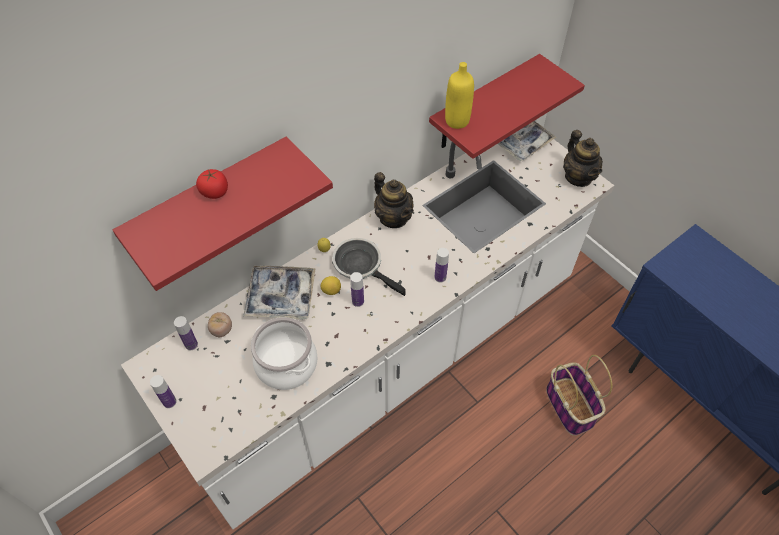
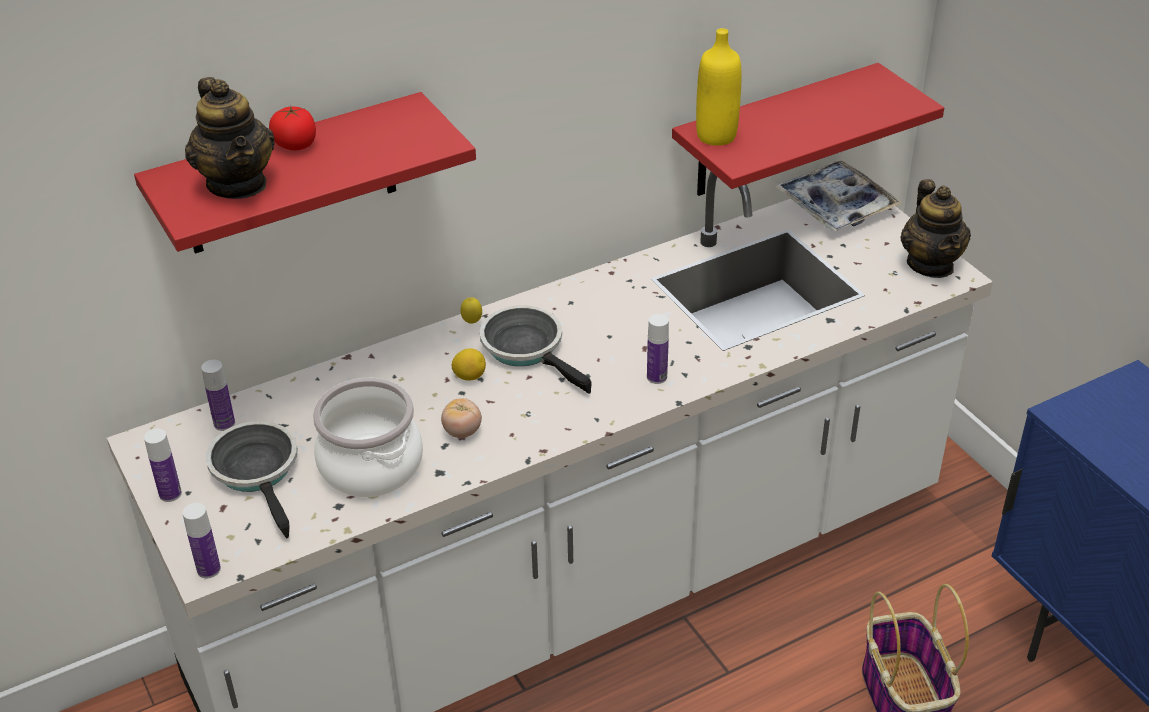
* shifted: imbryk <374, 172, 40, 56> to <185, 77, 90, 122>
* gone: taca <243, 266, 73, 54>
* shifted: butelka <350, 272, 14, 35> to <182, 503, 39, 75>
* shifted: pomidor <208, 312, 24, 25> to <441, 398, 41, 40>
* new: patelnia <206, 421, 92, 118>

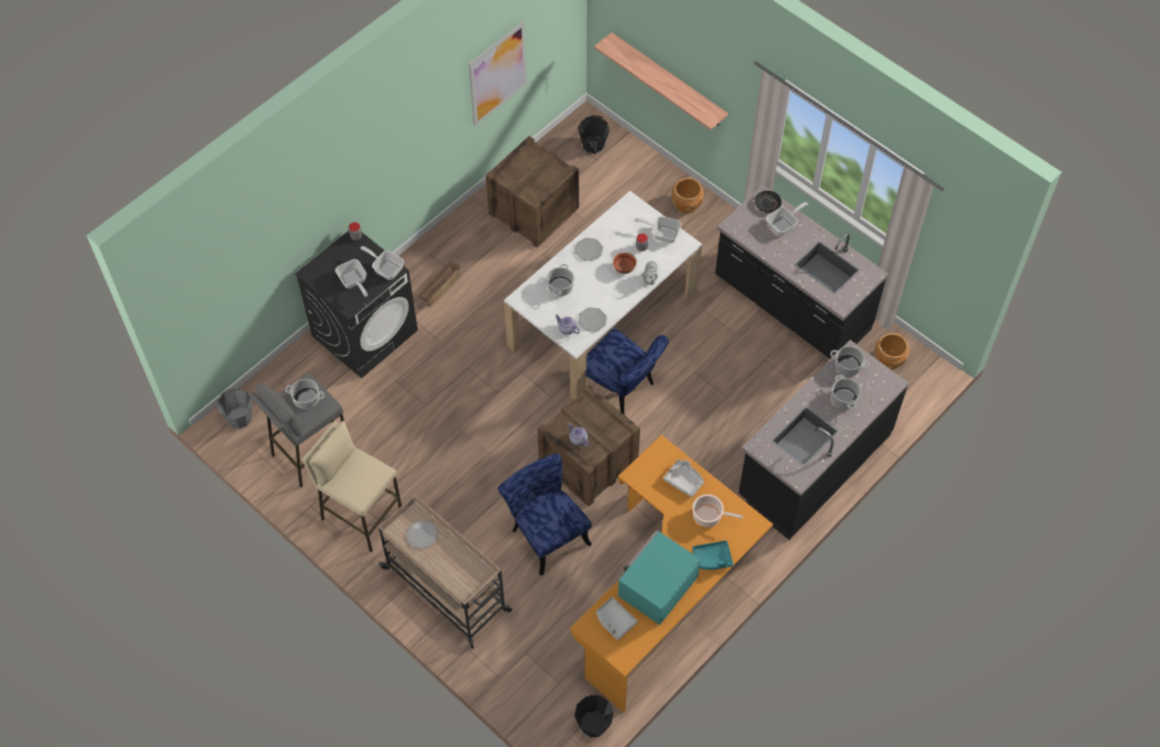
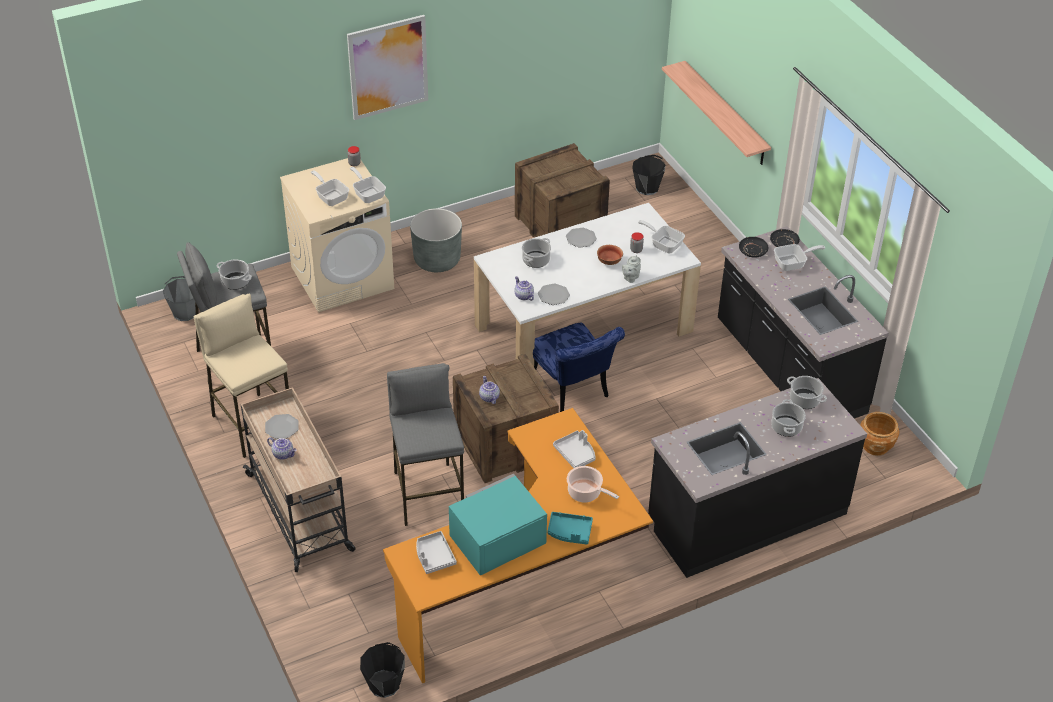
* shifted: obraz <468, 21, 59, 105> to <347, 15, 81, 105>
* gone: donica/brązowy <672, 178, 32, 35>
* repainted: pralka/czarny <295, 231, 123, 147> to pralka/beżowy <280, 158, 114, 155>
* rotated: patelnia <335, 259, 33, 38> = <311, 171, 38, 35> 150 degrees clockwise
* swapped: skrzynka <419, 260, 42, 47> to donica/szary <410, 208, 52, 64>
* swapped: krzesło/niebieski <498, 453, 94, 122> to stołek/szary <387, 363, 77, 163>
* new: talerz/czarny <739, 237, 29, 21>
* new: imbryk <267, 437, 30, 23>

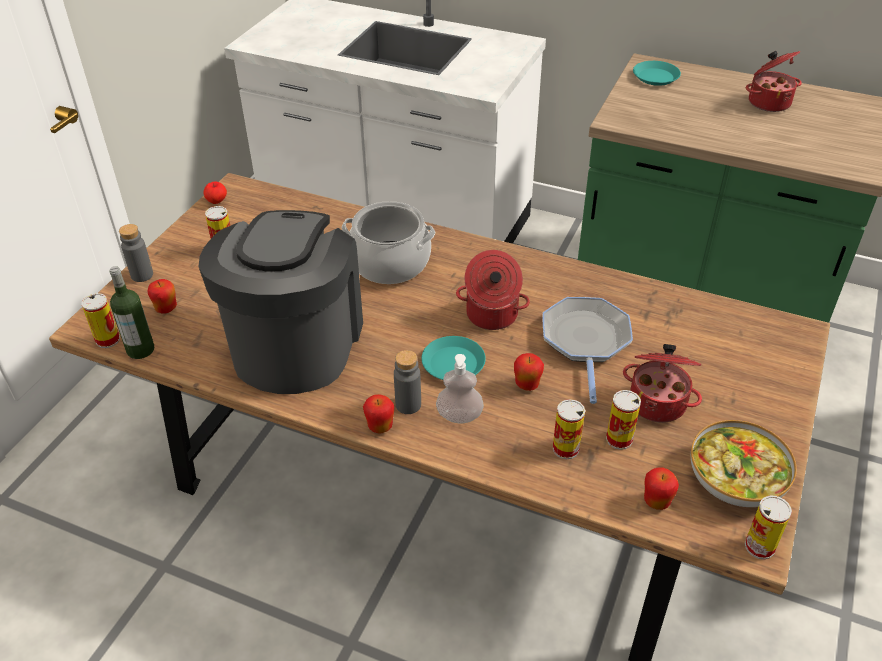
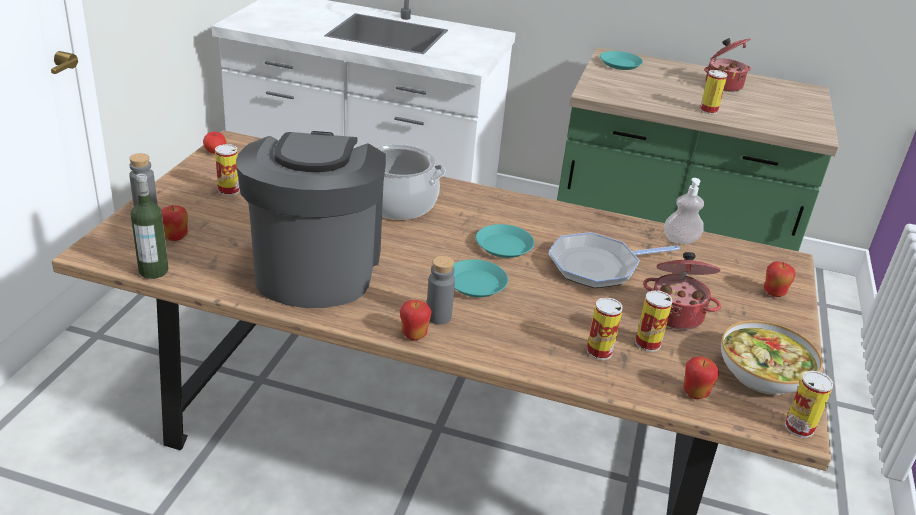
* swapped: garnek <456, 250, 74, 80> to talerz/turkusowy <476, 224, 58, 34>
* shifted: puszka <81, 293, 39, 55> to <700, 70, 28, 44>
* rotated: patelnia <543, 297, 90, 107> = <549, 232, 131, 56> 105 degrees counterclockwise
* shifted: jabłko <514, 353, 30, 38> to <764, 262, 31, 35>
* shifted: dozownik mydła <436, 354, 48, 69> to <664, 178, 40, 66>

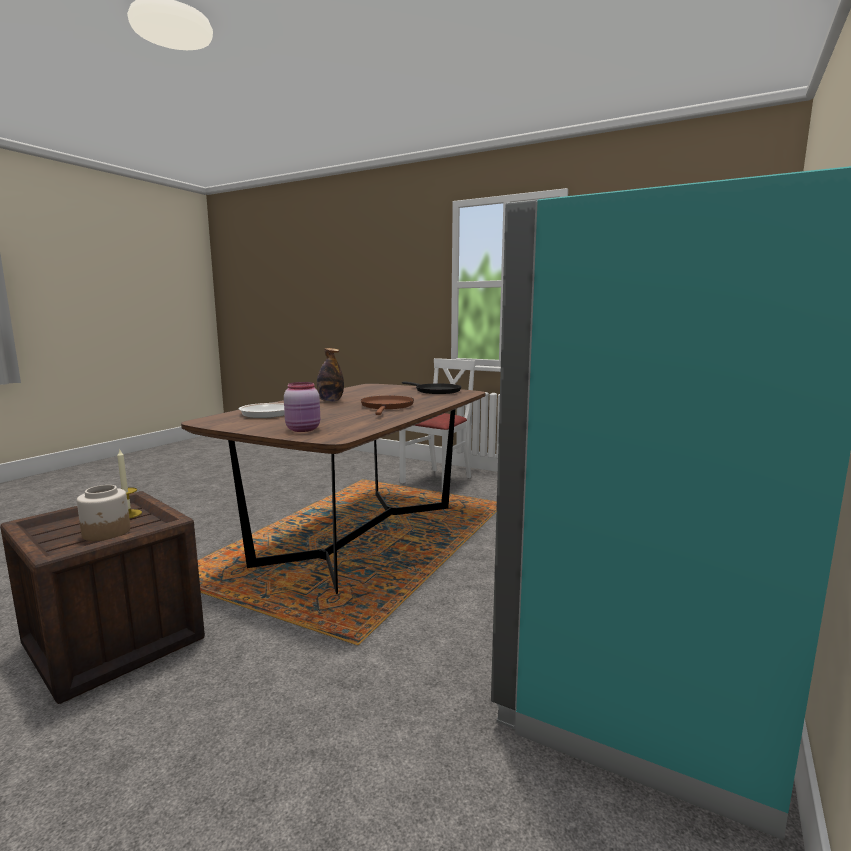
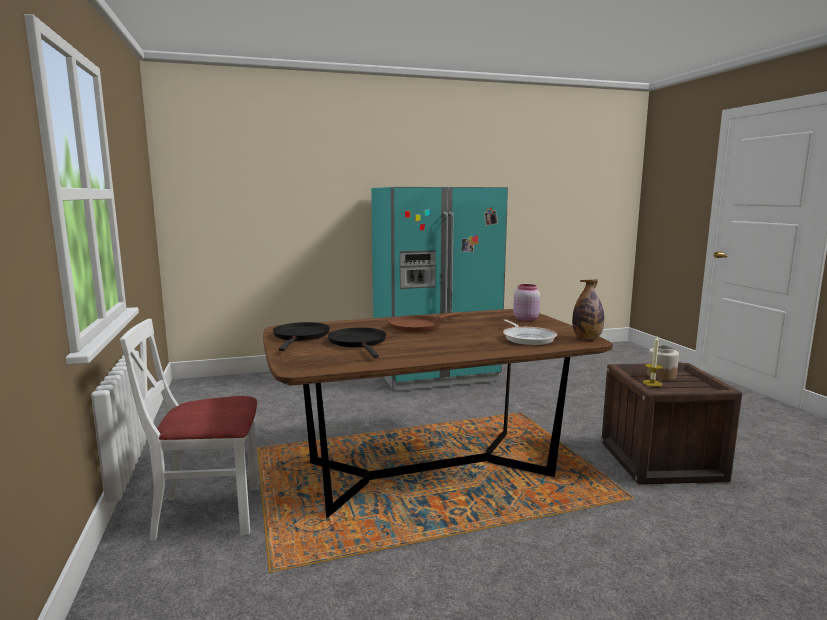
* shifted: butelka <317, 348, 27, 54> to <572, 279, 32, 60>
* new: patelnia/czarny <328, 327, 58, 31>

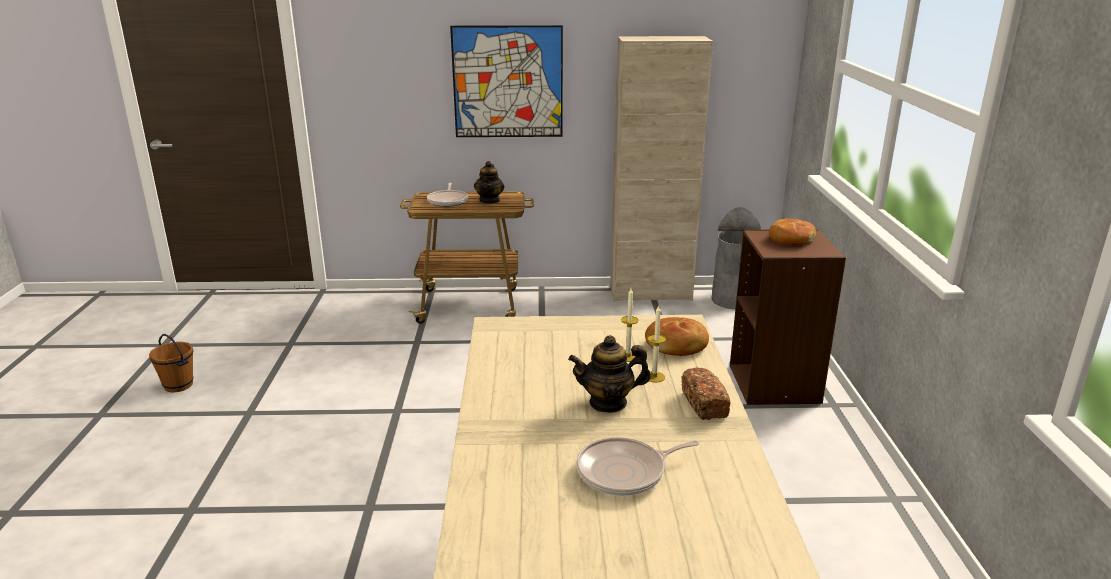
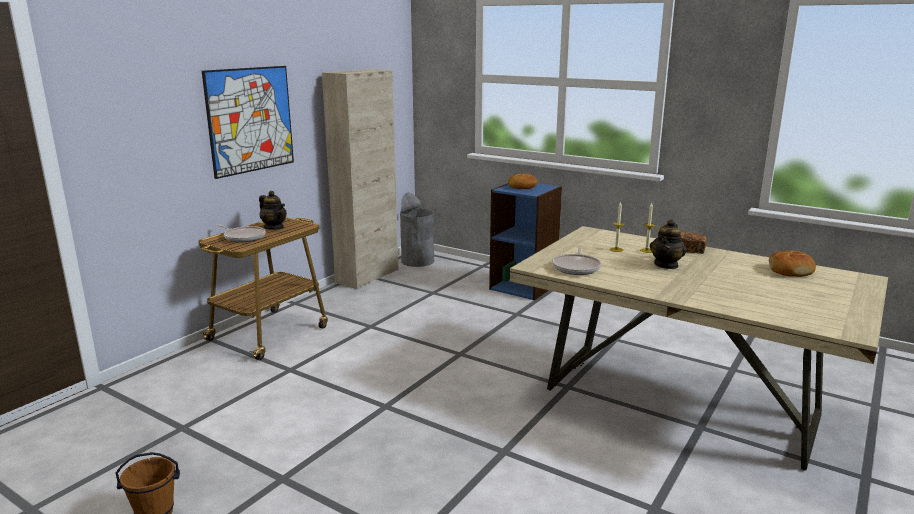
* repainted: regał/brązowy <730, 229, 116, 176> to regał/niebieski <489, 183, 73, 117>
* shifted: chleb <645, 317, 64, 39> to <769, 250, 47, 27>
* shifted: patelnia <576, 437, 123, 59> to <552, 245, 49, 30>

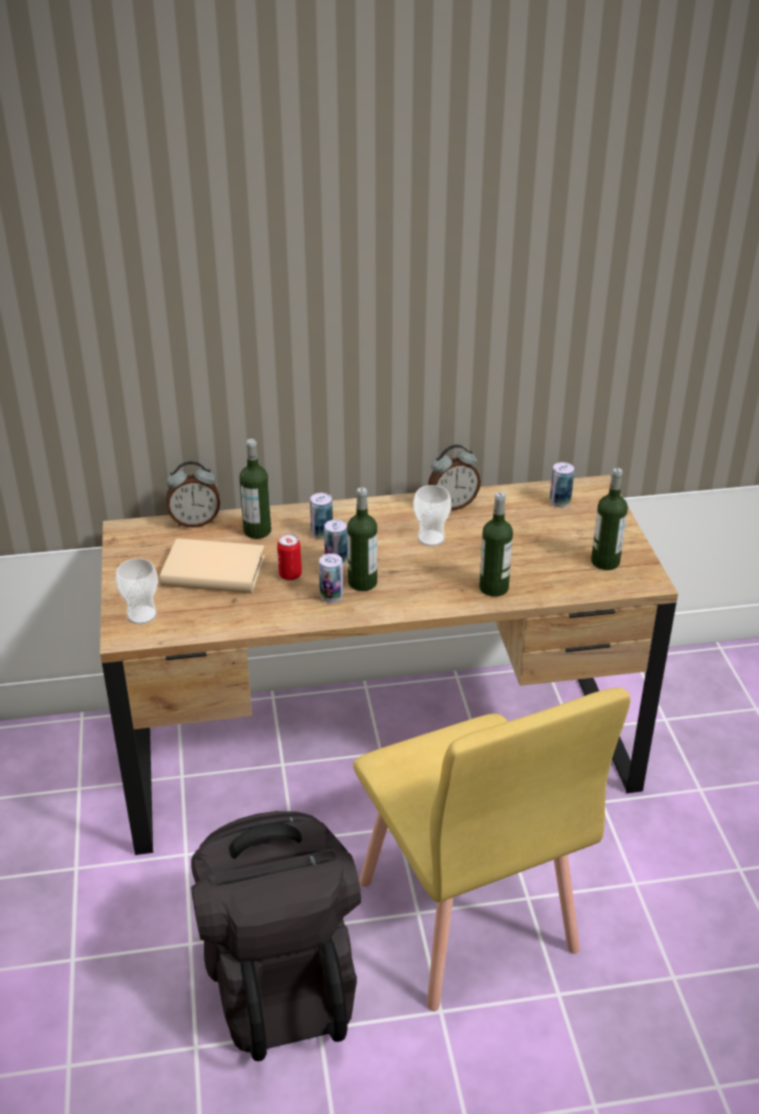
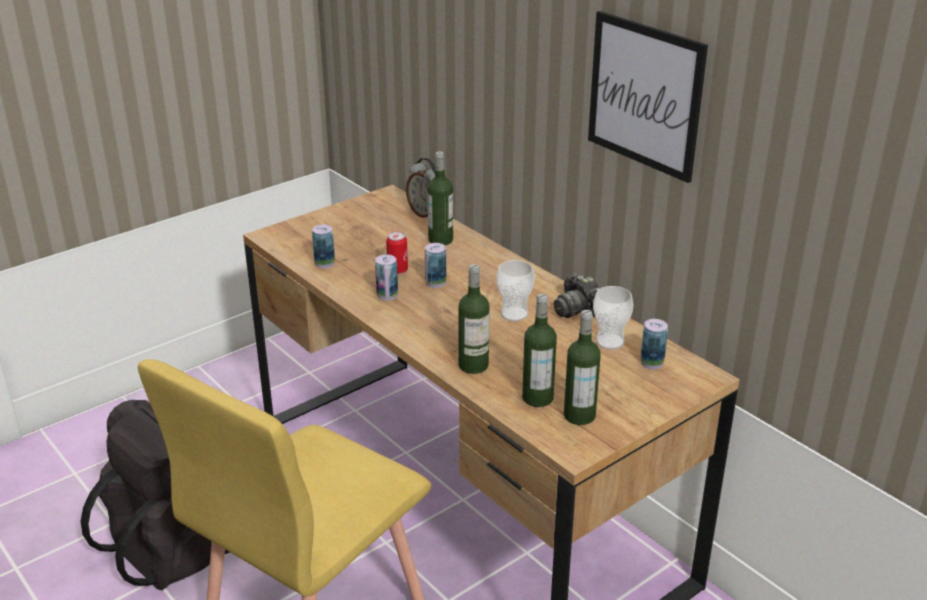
* swapped: budzik <428, 445, 53, 65> to aparat fotograficzny <554, 273, 46, 45>
* shifted: butelka <347, 487, 30, 104> to <522, 294, 35, 113>
* shifted: puszka <310, 493, 23, 47> to <312, 224, 23, 44>
* gone: książka/beżowy <160, 538, 105, 55>
* shifted: filiżanka <115, 559, 43, 65> to <593, 286, 41, 64>
* new: obraz <588, 11, 120, 172>

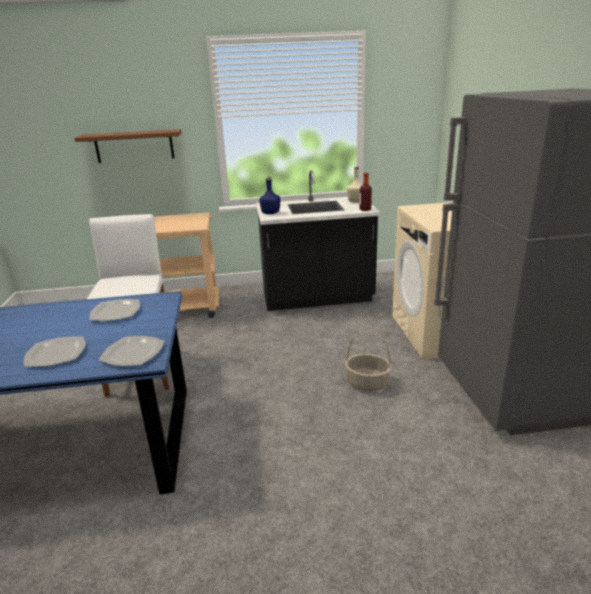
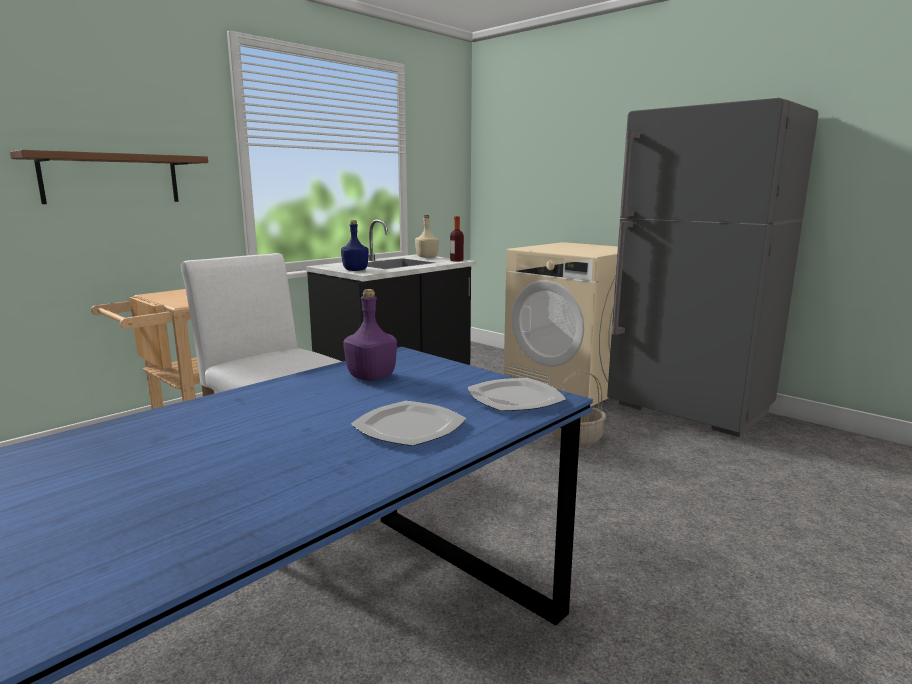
* swapped: talerz <90, 299, 50, 22> to butelka/fioletowy <343, 289, 54, 92>

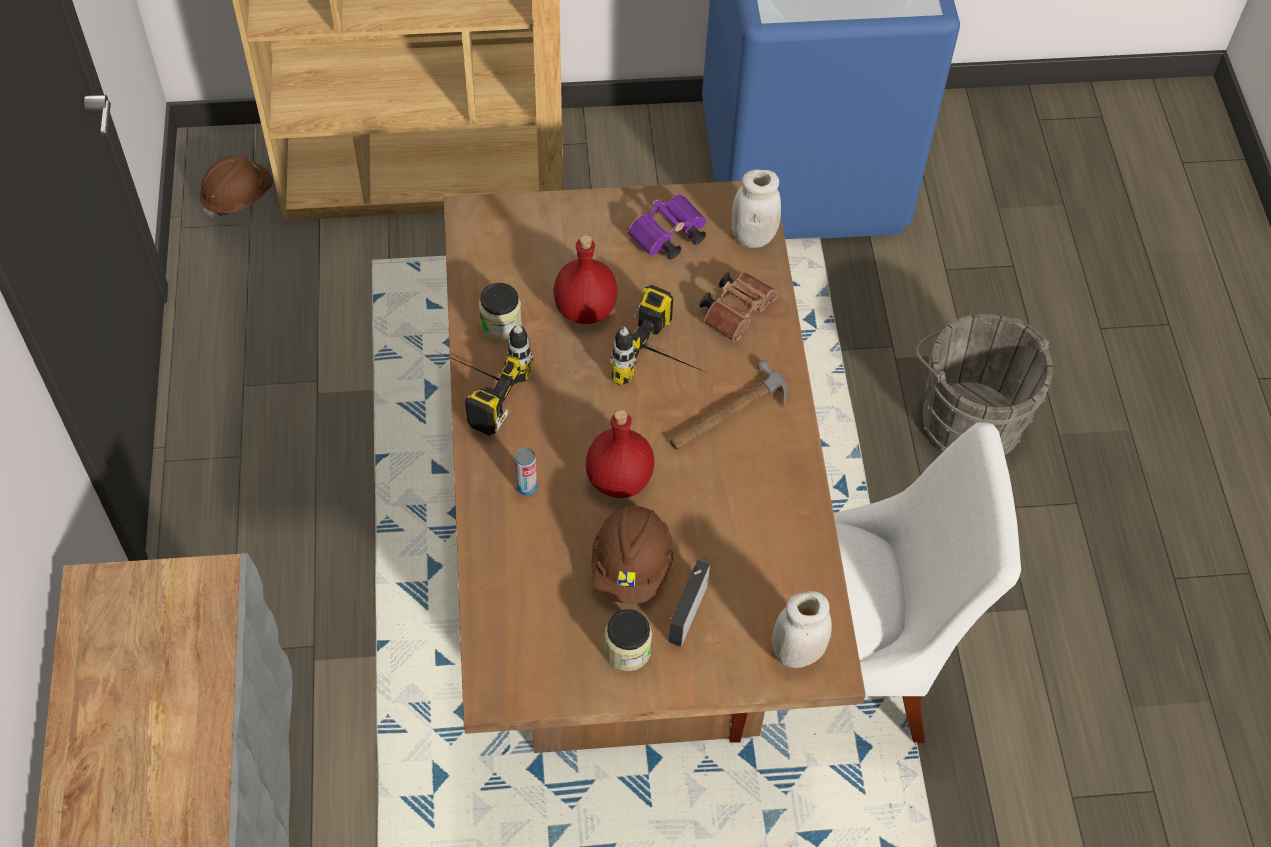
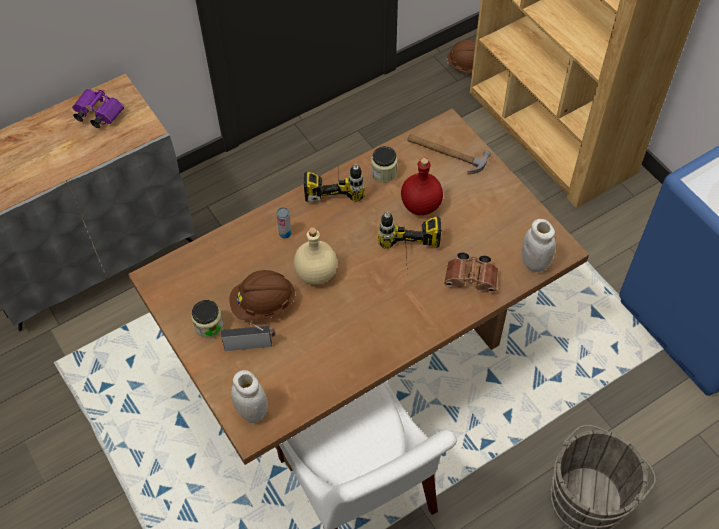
* shifted: lornetka/fioletowy <627, 194, 79, 66> to <72, 89, 52, 39>
* shifted: młotek <669, 360, 119, 90> to <407, 134, 84, 40>
* repainted: butelka/czerwony <586, 409, 68, 89> to butelka/beżowy <294, 227, 43, 58>

